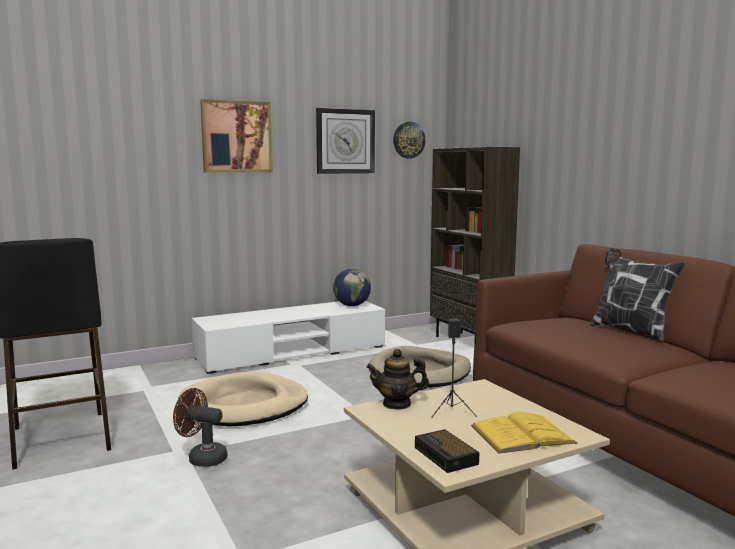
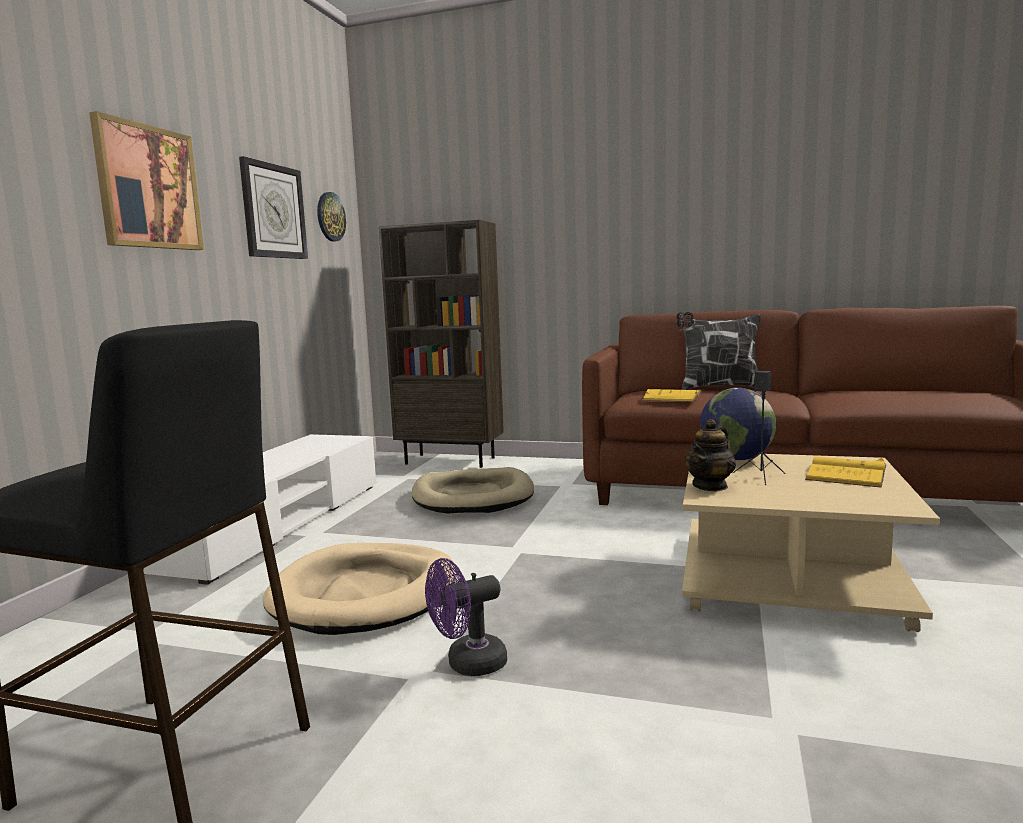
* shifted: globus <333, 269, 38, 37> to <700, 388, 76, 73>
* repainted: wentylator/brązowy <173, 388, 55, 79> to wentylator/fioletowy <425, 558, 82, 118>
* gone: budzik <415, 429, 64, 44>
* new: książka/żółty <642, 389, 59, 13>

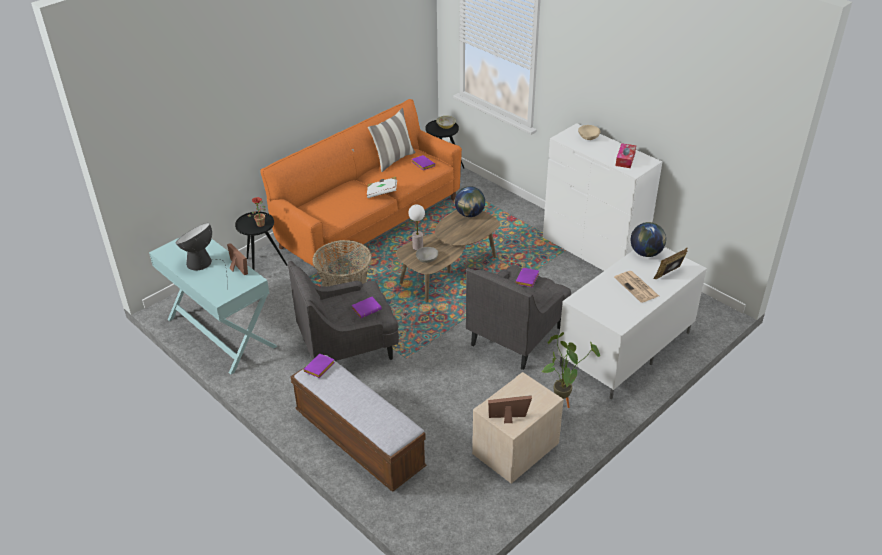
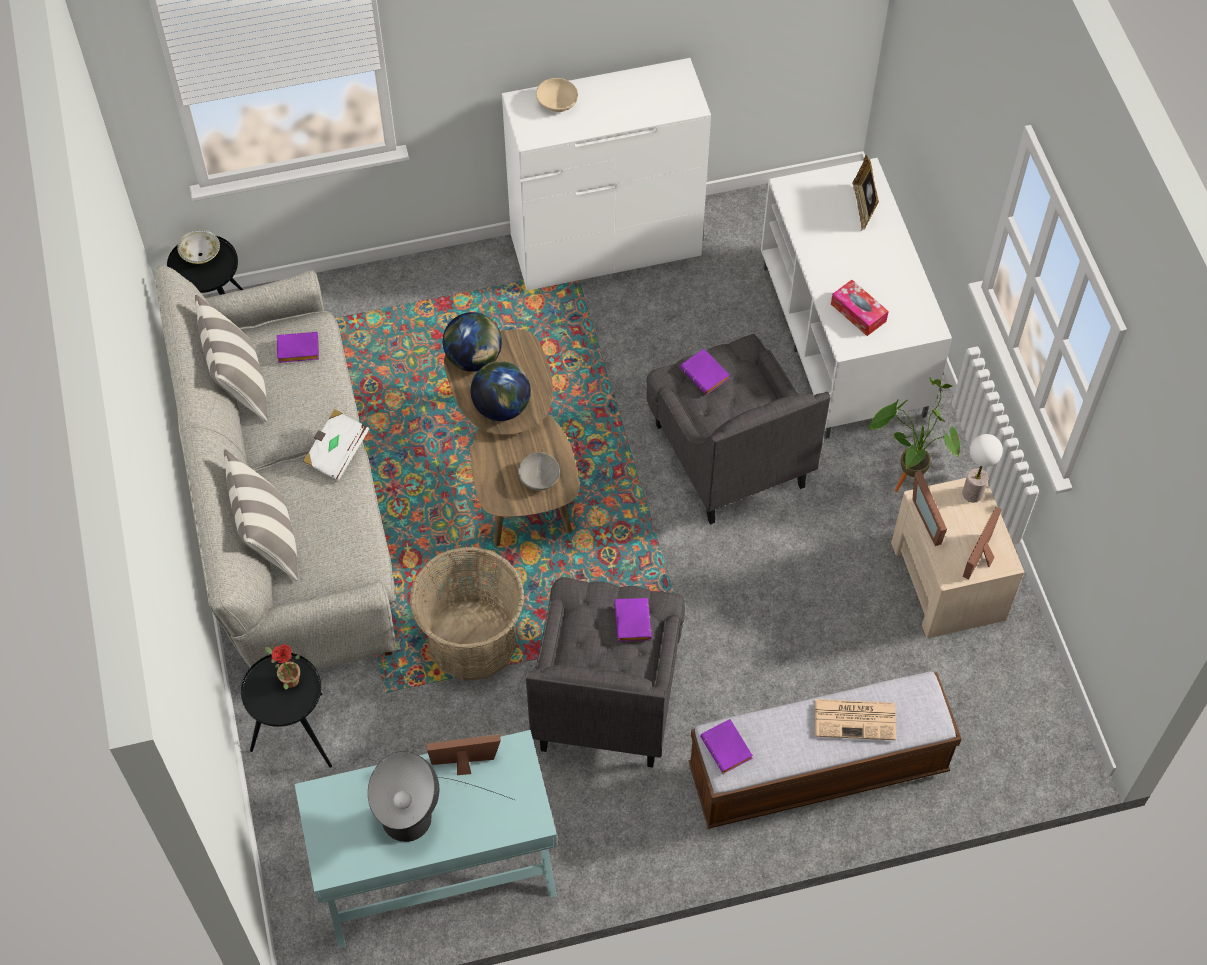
* repainted: kanapa/pomarańczowy <260, 99, 202, 175> to kanapa/szary <154, 265, 243, 405>
* shifted: pudełko chusteczek <616, 143, 20, 25> to <831, 280, 58, 56>
* shifted: lampa stołowa <409, 204, 16, 46> to <962, 434, 41, 68>
* shifted: globus <631, 222, 35, 35> to <471, 361, 60, 60>
* shifted: gazeta <614, 271, 45, 32> to <815, 699, 81, 41>
* new: poduszka <224, 449, 74, 132>
* new: ramka na zdjęcie <912, 471, 35, 75>

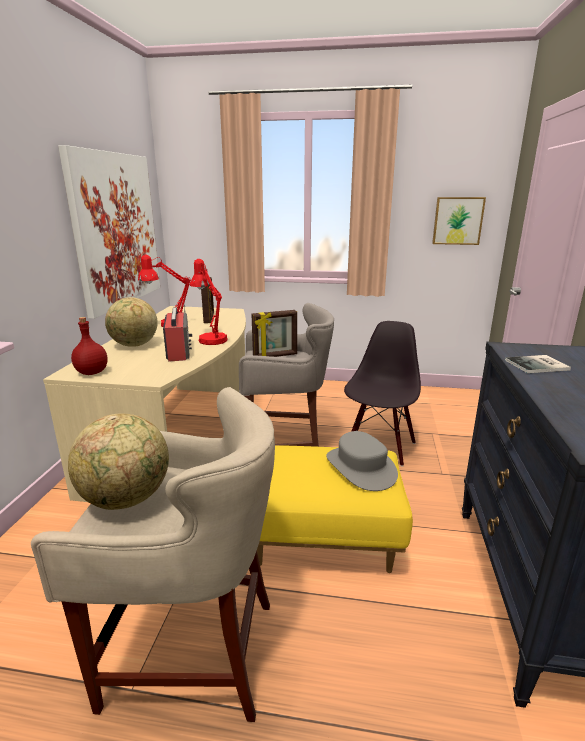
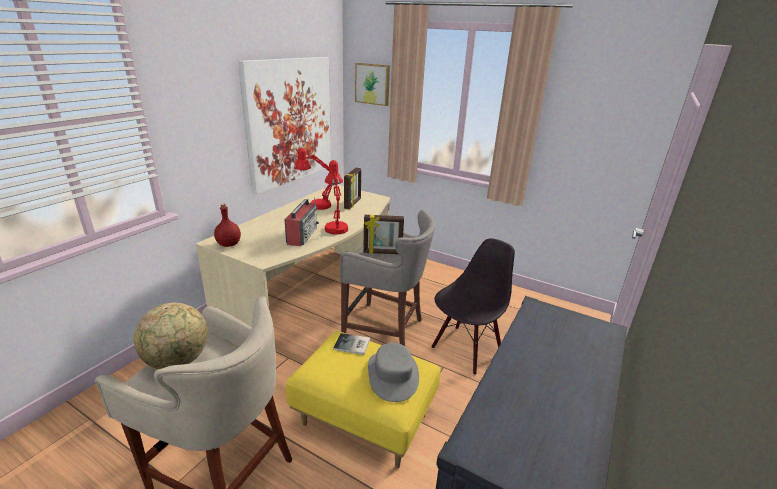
* shifted: obraz <432, 197, 54, 48> to <355, 63, 35, 43>
* gone: globus <105, 297, 53, 50>
* shifted: książka <505, 355, 66, 18> to <333, 333, 37, 22>

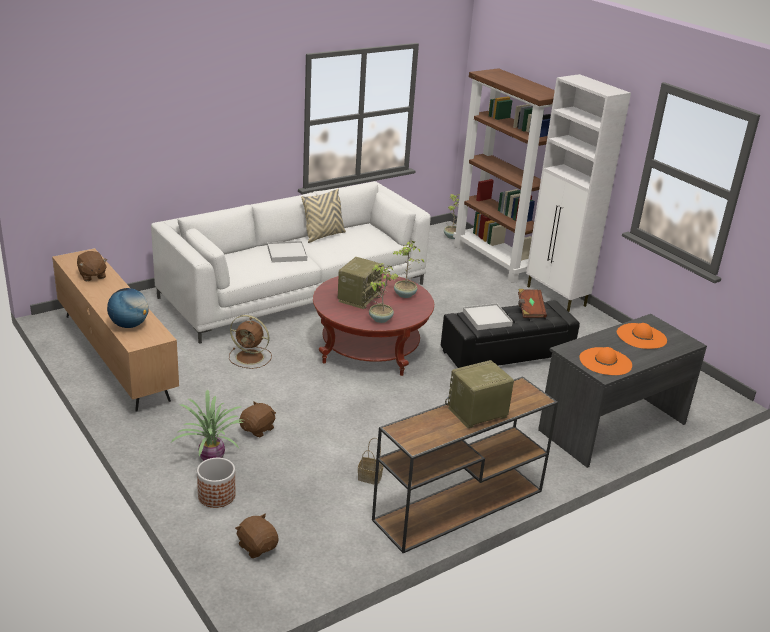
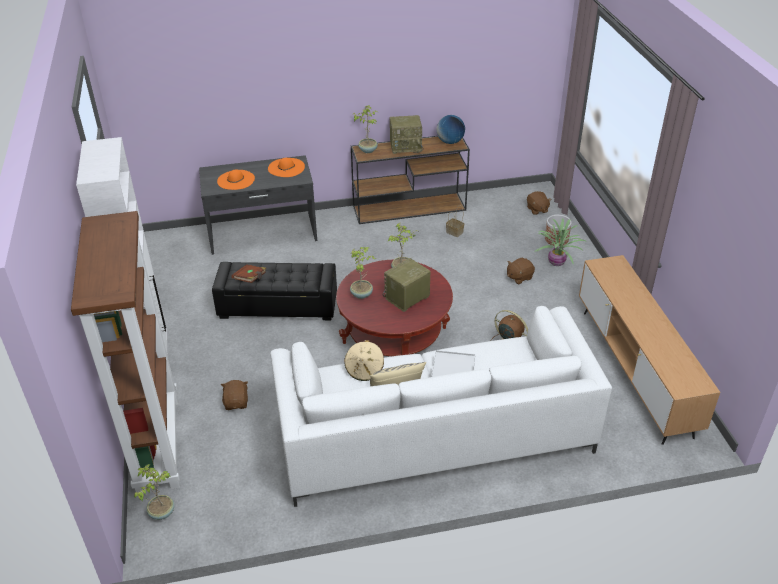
* shifted: pluszak/brązowy <77, 251, 30, 30> to <221, 380, 27, 30>
* shifted: globus <107, 288, 41, 40> to <437, 115, 28, 29>
* gone: taca/biały <463, 303, 50, 27>
* new: roślina doniczkowa <352, 105, 26, 48>
* new: kapelusz/beżowy <344, 340, 40, 41>

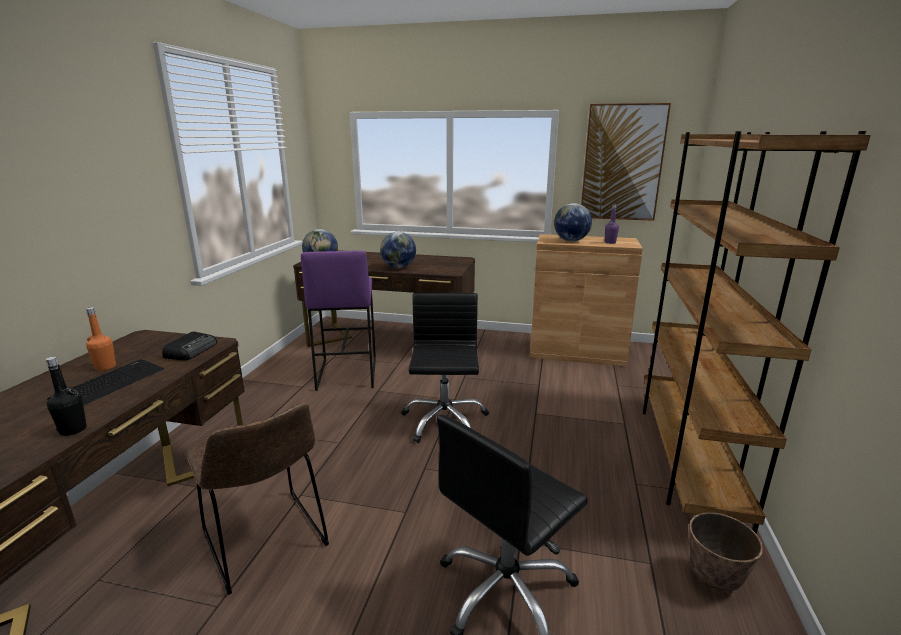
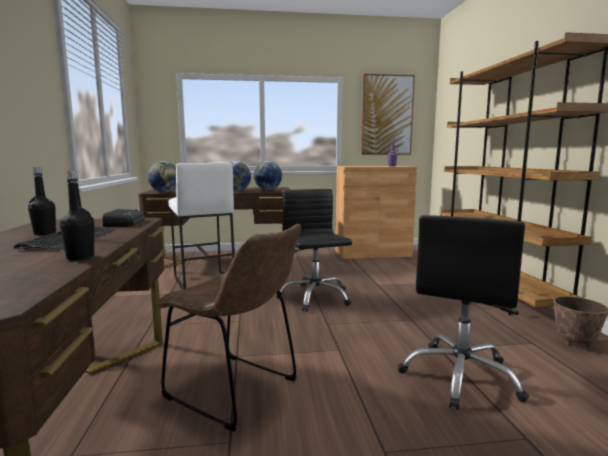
* shifted: globus <554, 203, 38, 38> to <254, 161, 28, 29>
* repainted: stołek/fioletowy <301, 251, 75, 140> to stołek/biały <168, 163, 67, 127>
* repainted: butelka/pomarańczowy <86, 307, 30, 64> to butelka/czarny <28, 167, 28, 69>

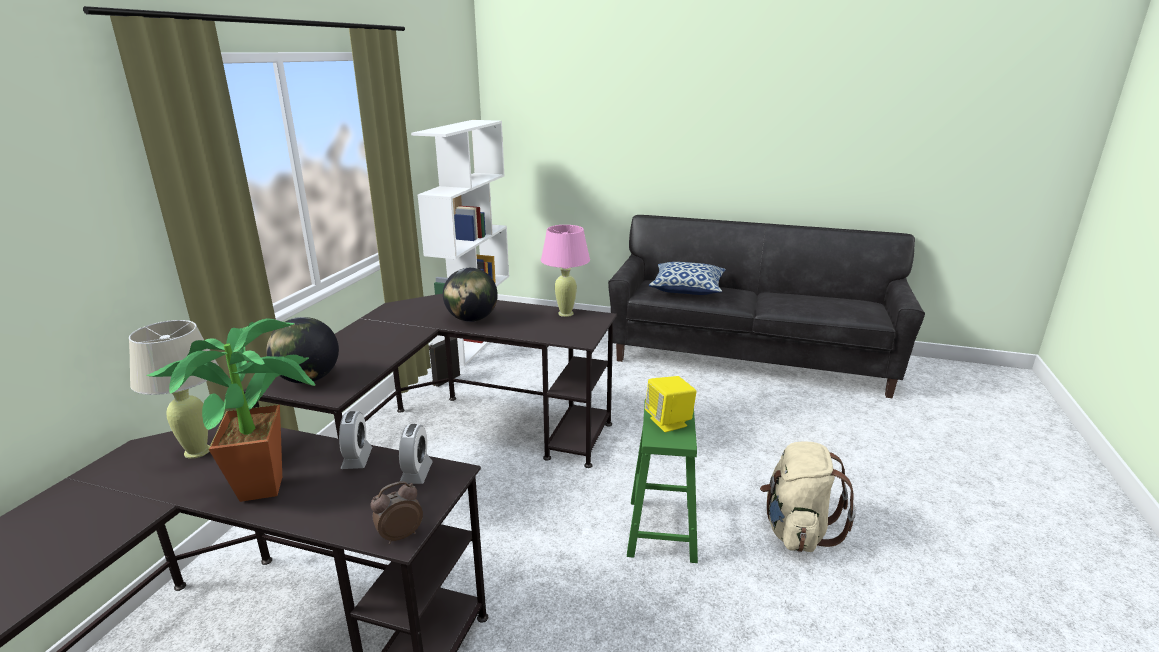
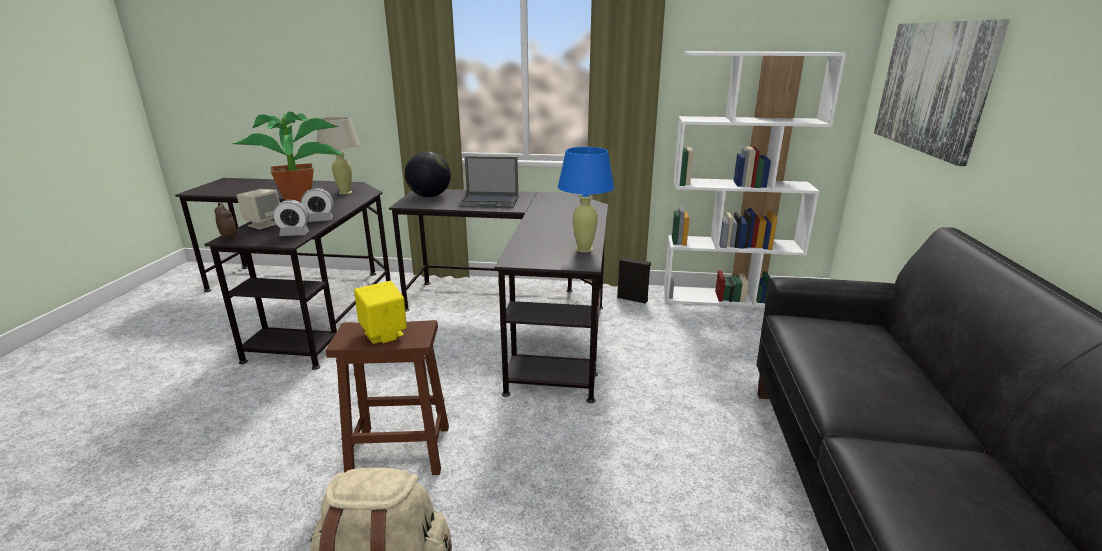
* repainted: lampa stołowa/różowy <541, 225, 49, 92> to lampa stołowa/niebieski <558, 147, 56, 106>
* gone: poduszka <649, 262, 77, 33>
* gone: globus <443, 268, 55, 54>
* repainted: stołek/zielony <627, 399, 71, 164> to stołek/brązowy <326, 320, 123, 155>
* new: obraz <874, 19, 136, 147>
* new: laptop <459, 156, 59, 52>
* new: głośnik/beżowy <237, 189, 43, 41>

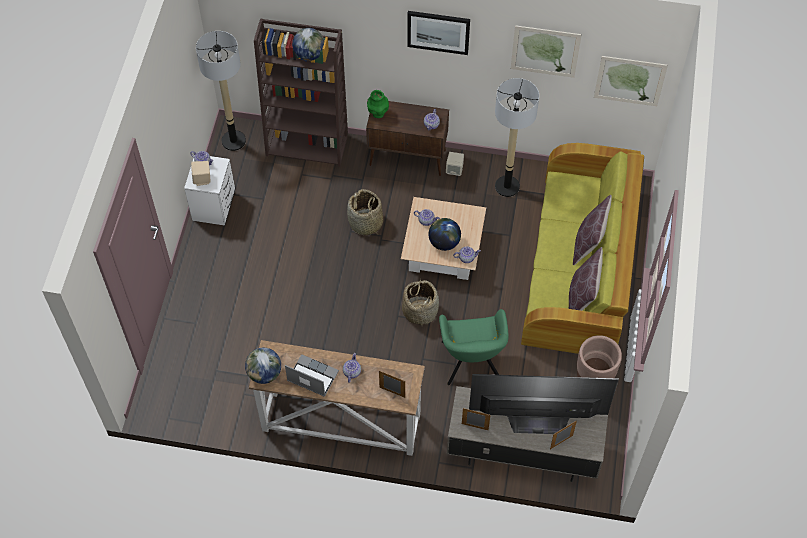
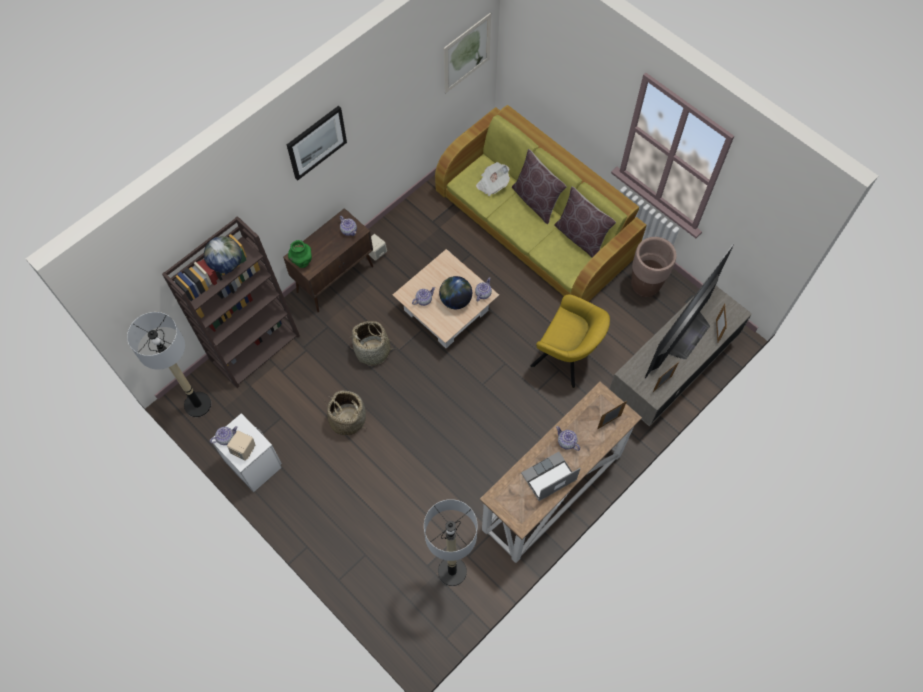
* gone: obraz <511, 25, 71, 53>
* shifted: lampa stojąca <495, 78, 44, 119> to <424, 499, 54, 87>
* shifted: koszyk <402, 279, 37, 47> to <324, 391, 42, 44>
* repainted: fotel/zielony <439, 309, 69, 76> to fotel/żółty <530, 294, 80, 94>
* gone: globus <245, 348, 36, 36>
* new: gazeta <476, 162, 34, 34>

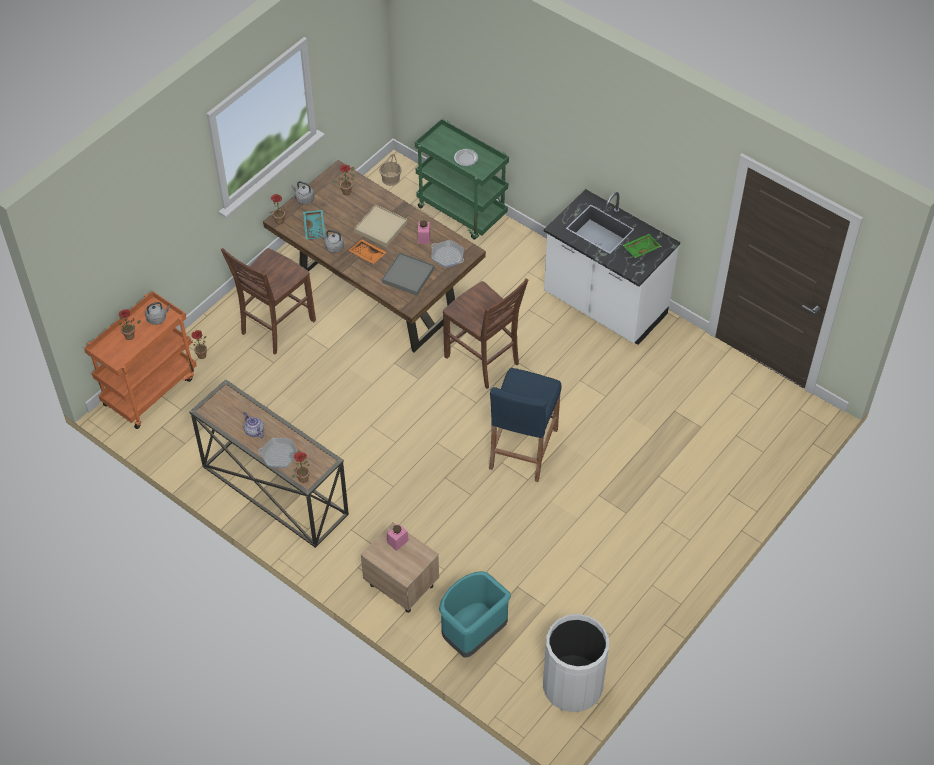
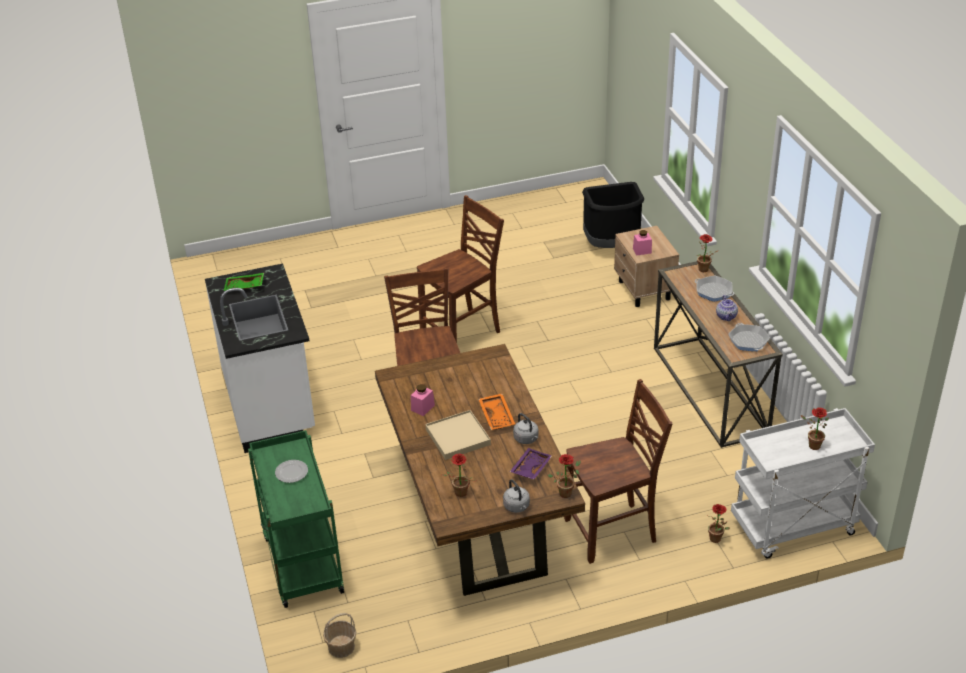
* repainted: taca/turkusowy <303, 210, 23, 30> to taca/fioletowy <510, 448, 42, 32>
* shifted: patelnia <431, 240, 33, 28> to <728, 323, 42, 28>
* gone: taca/szary <382, 252, 52, 44>
* repainted: wózek/pomarańczowy <84, 291, 113, 138> to wózek/biały <731, 408, 144, 151>
* gone: czajnik/szary <145, 302, 25, 23>
* swapped: stołek/niebieski <489, 368, 73, 114> to krzesło/brązowy <417, 195, 87, 148>
* repainted: kosz na śmieci/turkusowy <439, 571, 72, 87> to kosz na śmieci/czarny <582, 182, 62, 66>
* gone: kosz na śmieci/biały <543, 614, 66, 98>

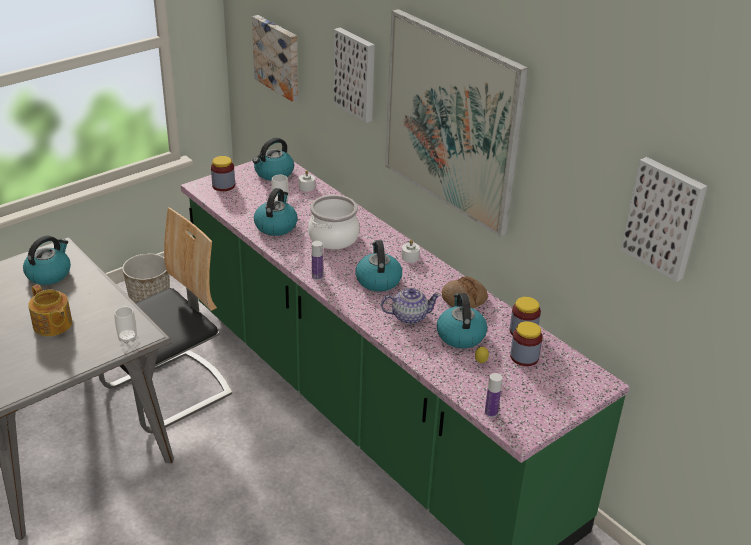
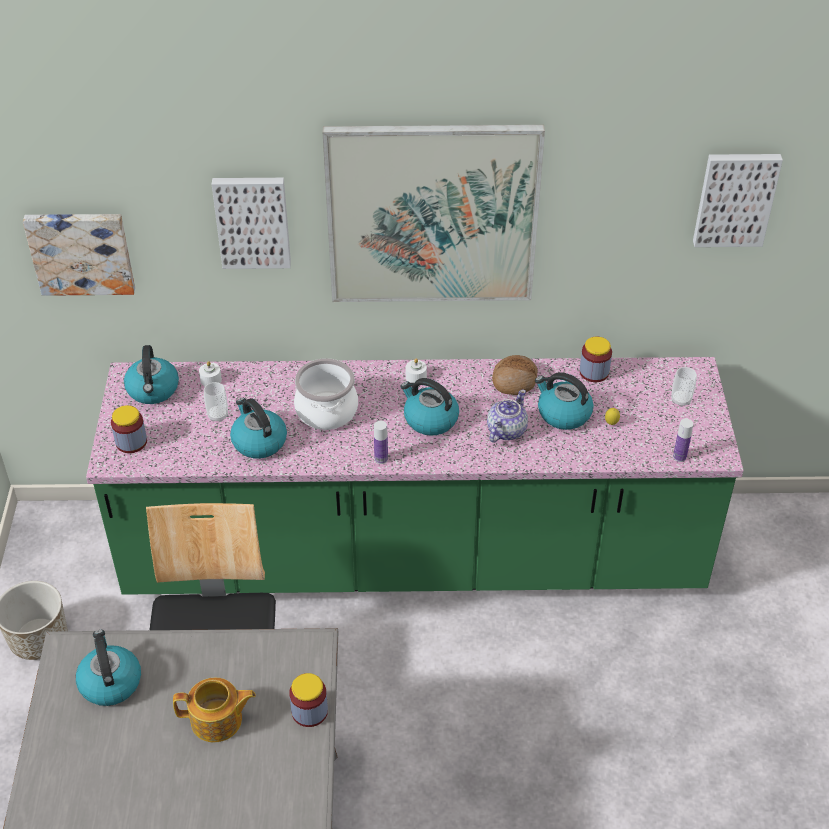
* shifted: filiżanka <114, 307, 23, 36> to <671, 367, 26, 40>
* shifted: słoik <510, 321, 33, 45> to <289, 673, 39, 54>

